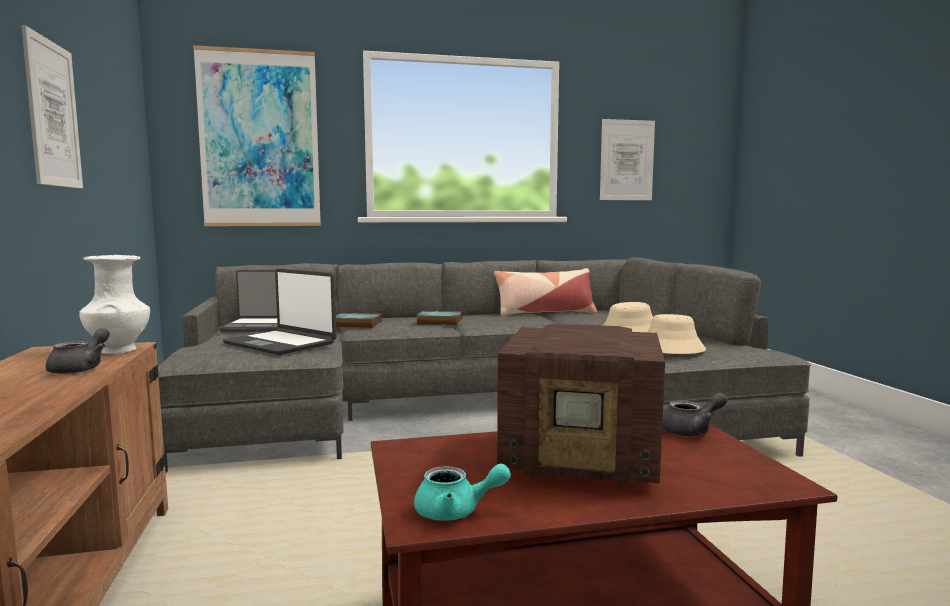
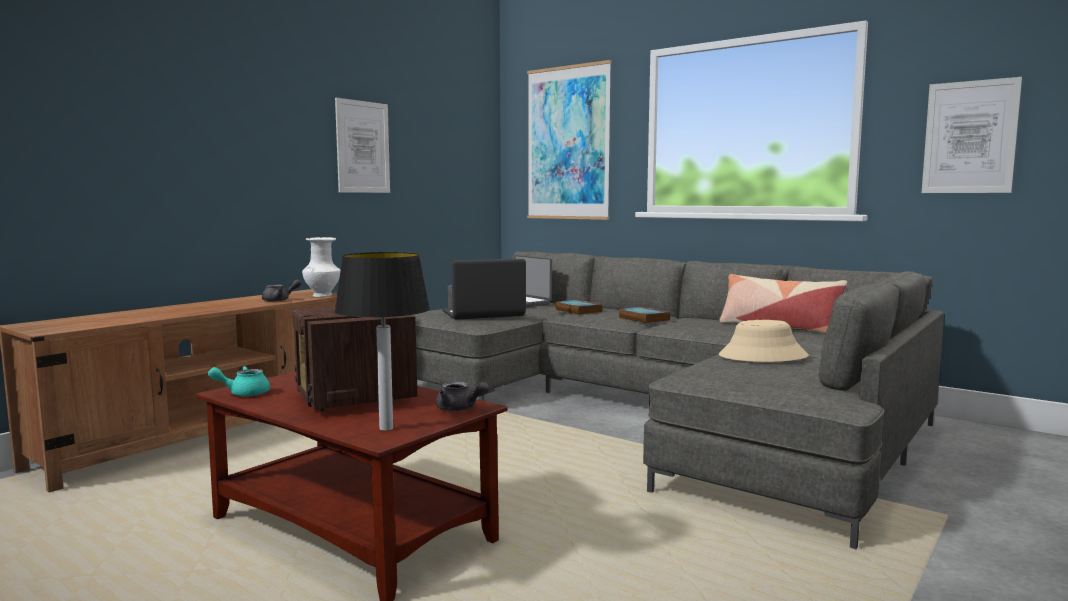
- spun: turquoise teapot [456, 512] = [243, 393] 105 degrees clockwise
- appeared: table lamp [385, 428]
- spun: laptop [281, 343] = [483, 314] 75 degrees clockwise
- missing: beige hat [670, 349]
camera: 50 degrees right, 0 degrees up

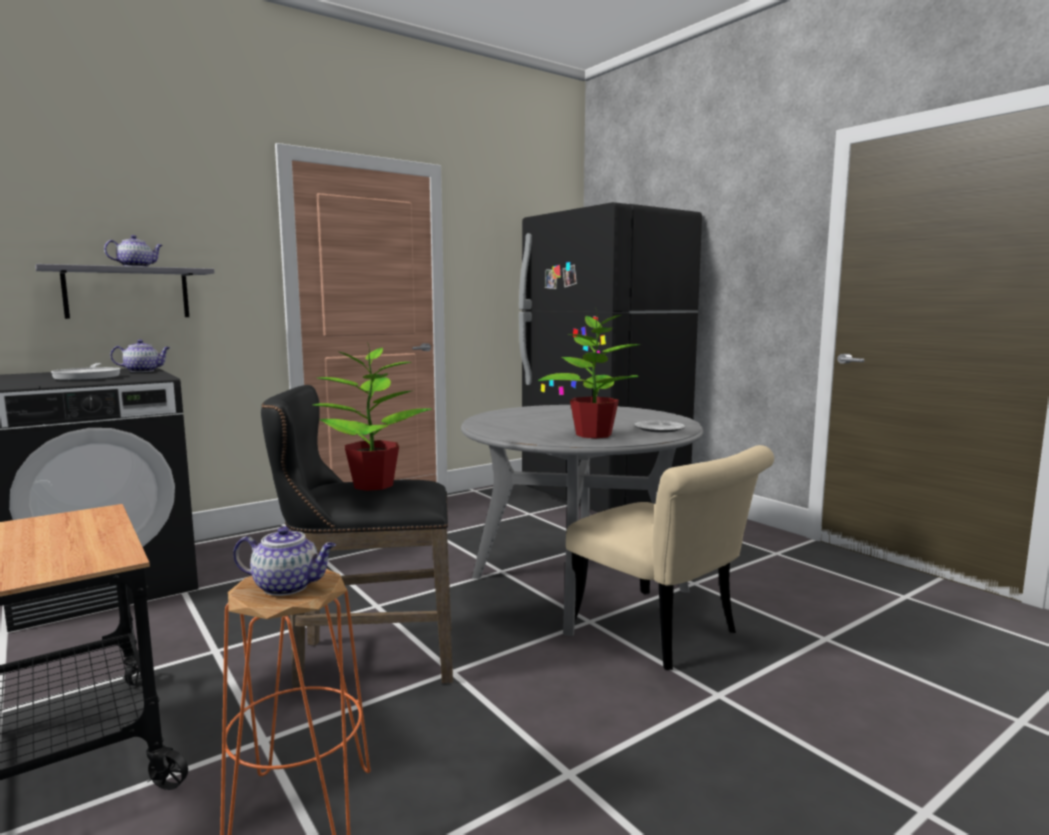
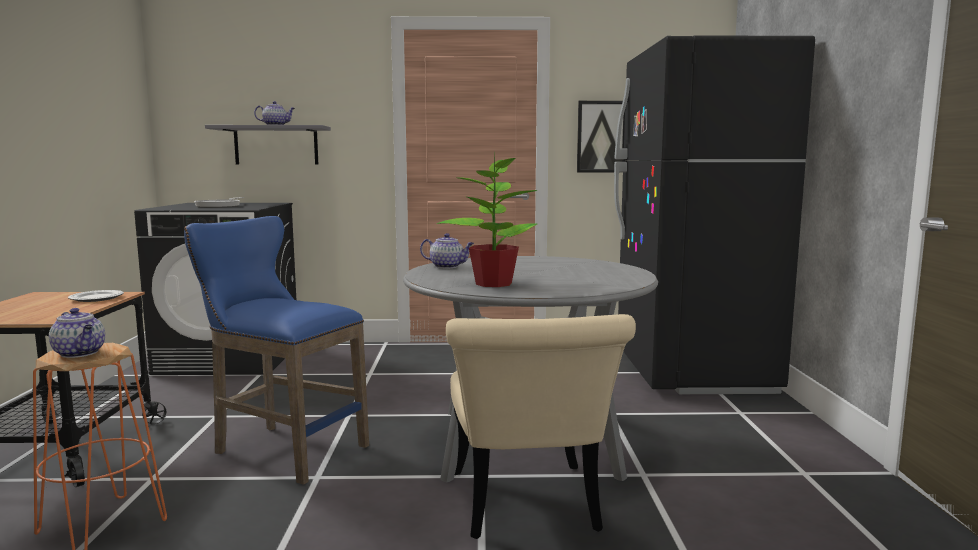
- relocated: plate [658, 429] to [96, 298]
- colour: black stool [367, 658] to blue stool [283, 449]
- relocated: teapot [143, 371] to [447, 266]
- appeared: picture [601, 137]
- missing: potted plant [372, 485]
camera: 35 degrees right, 0 degrees up

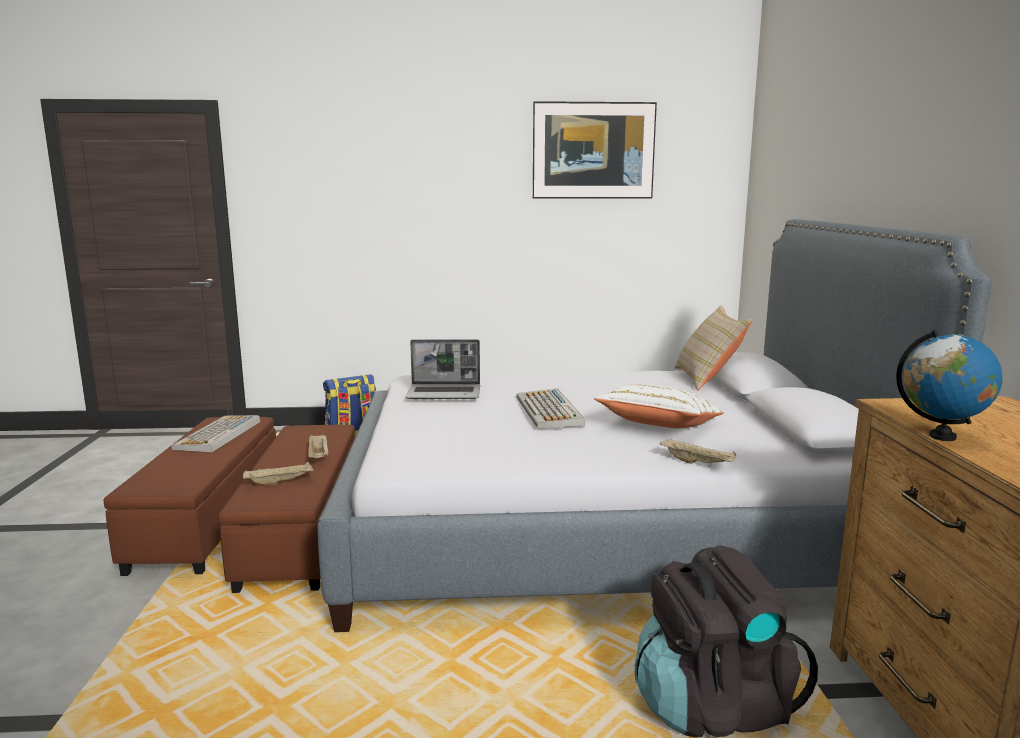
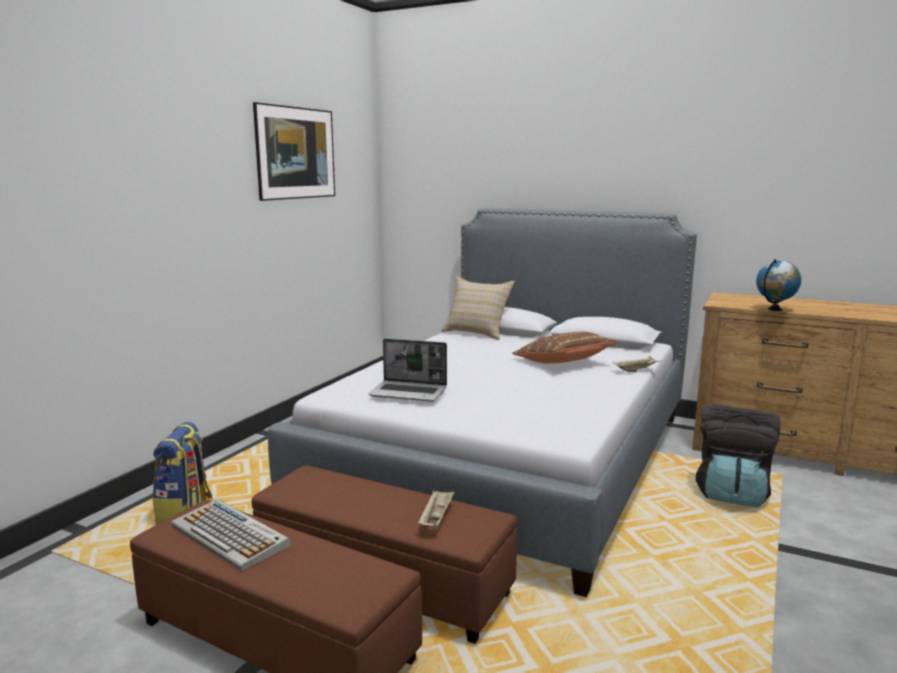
- spun: laptop [445, 393] = [409, 392] 75 degrees clockwise
- colour: white pillow [659, 427] to brown pillow [563, 363]
- missing: beige tray [319, 456]
- missing: keyboard [549, 411]
camera: 60 degrees left, 0 degrees up

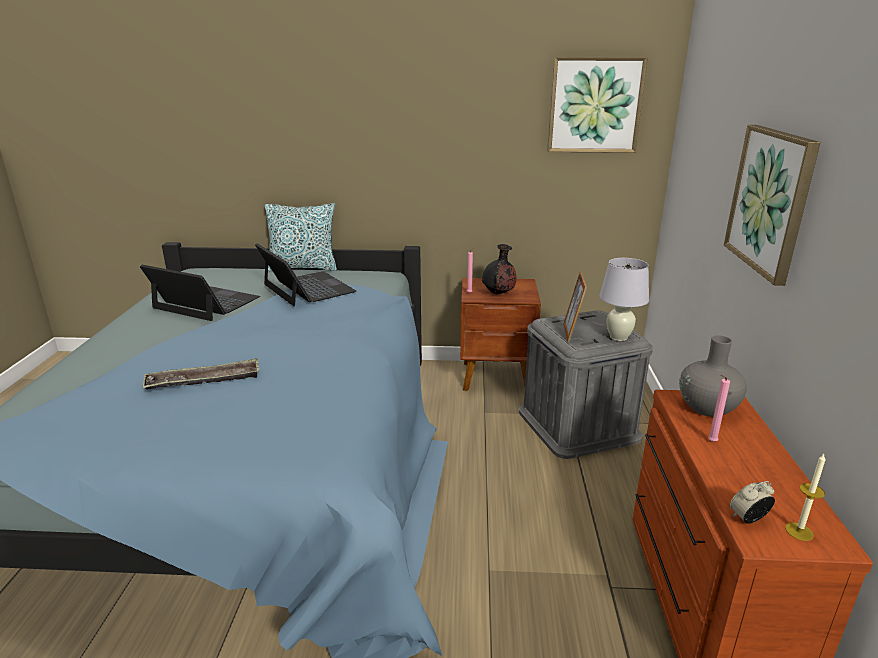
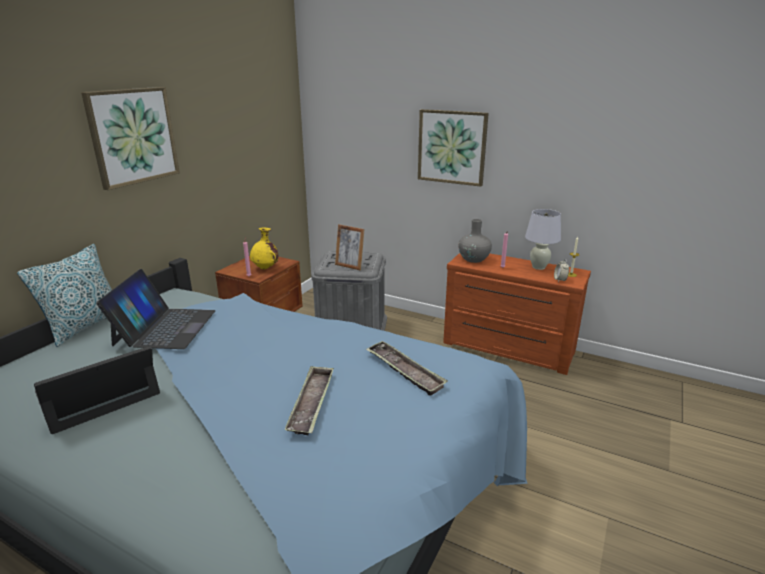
- relocated: picture [594, 105] to [133, 136]
- spun: laptop [307, 288] = [165, 327] 105 degrees clockwise
- colour: black vase [498, 294] to yellow vase [266, 268]
- appeared: tray [404, 371]
- relocated: white table lamp [618, 337] to [538, 267]
camera: 65 degrees left, 0 degrees up

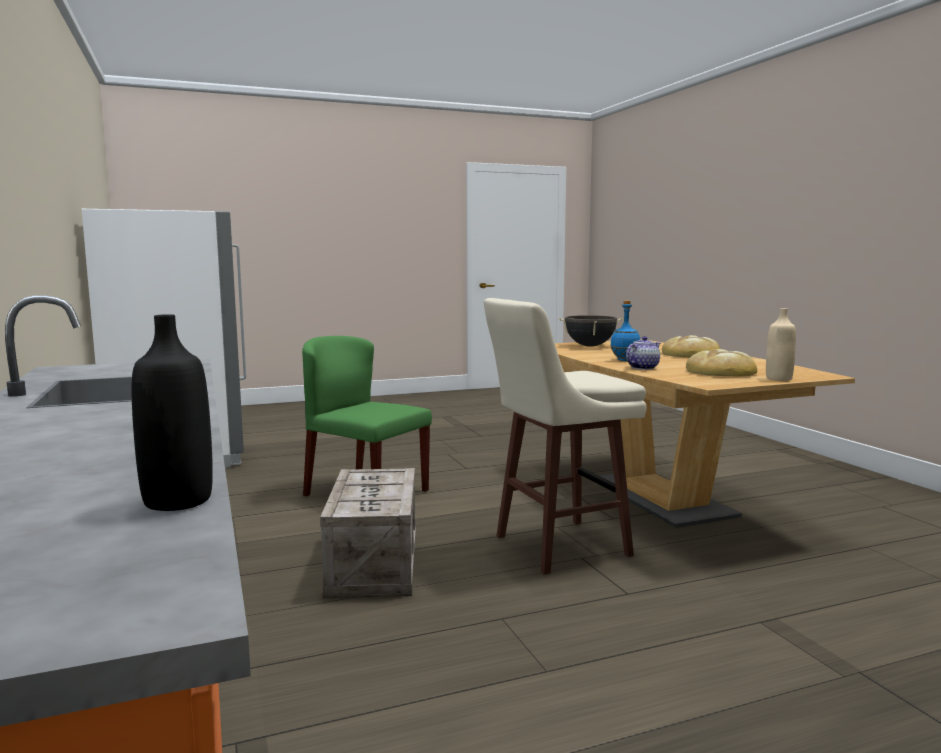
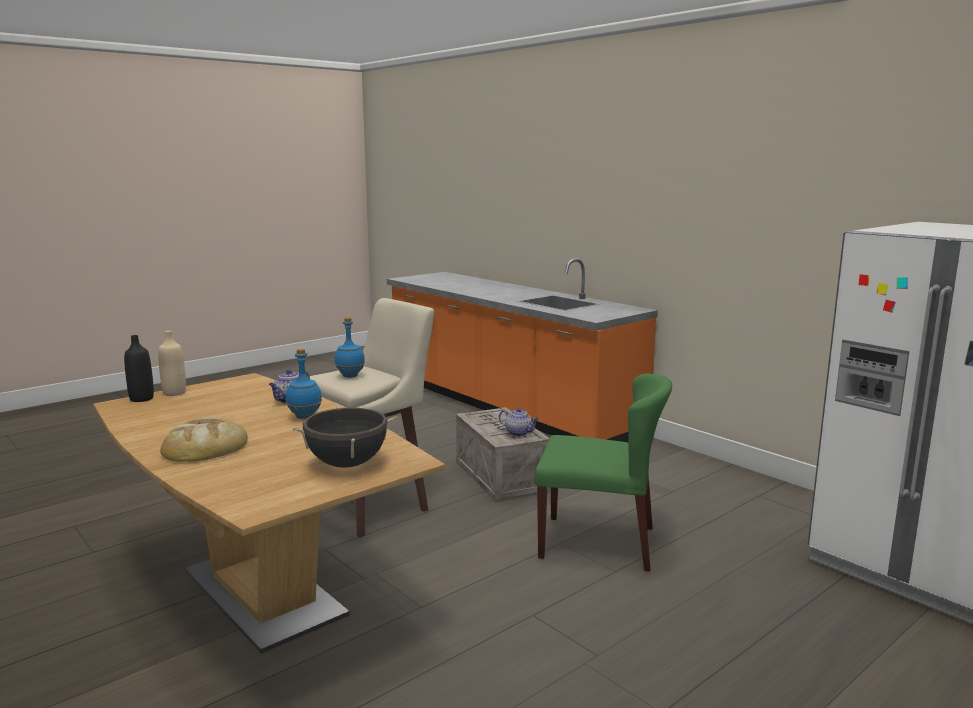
- relocated: black bottle [178, 501] to [141, 399]
- appeared: blue bottle [350, 376]
- appeared: teapot [519, 433]
- missing: bread [721, 371]
camera: 160 degrees right, 5 degrees up

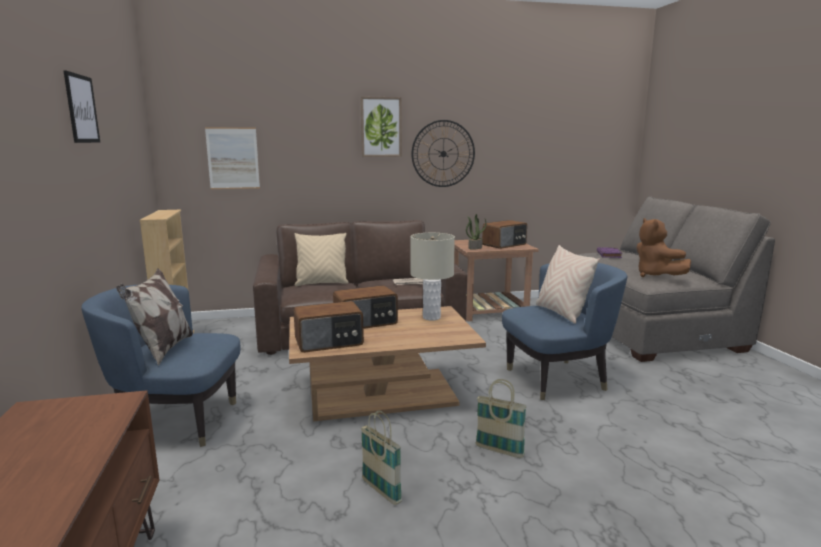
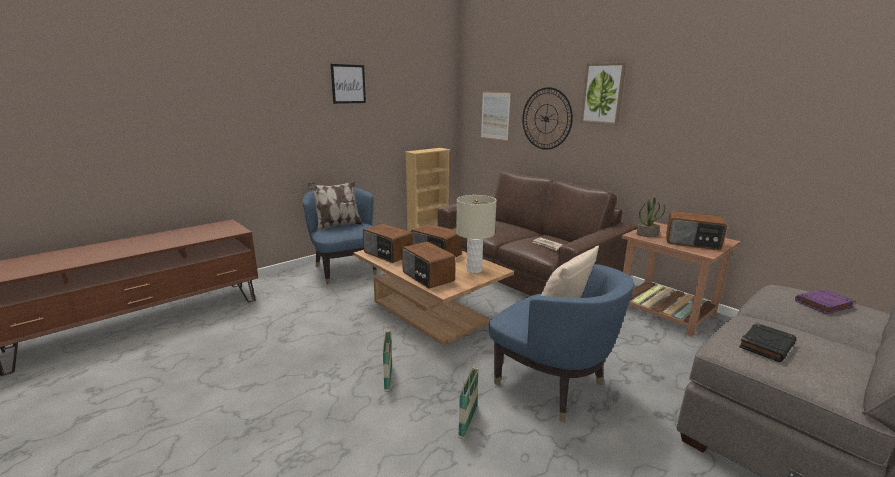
- appeared: radio [427, 277]
- relocated: basket [381, 491] to [468, 423]
- relocated: wall clock [443, 153] to [546, 119]
- exchanged: brown plush toy [655, 275] to black book [766, 345]
- missing: beige pillow [321, 283]
camera: 60 degrees right, 5 degrees up

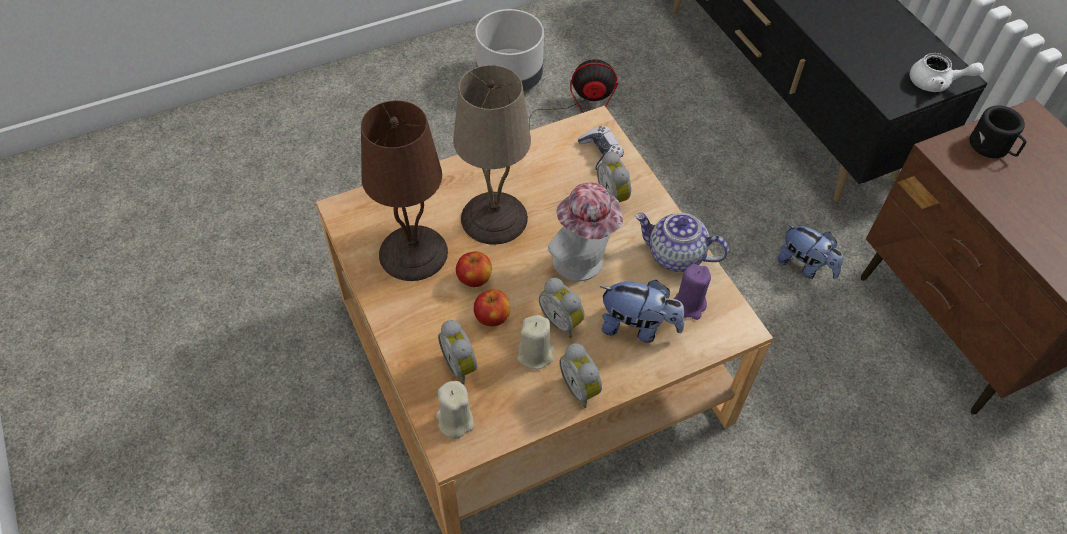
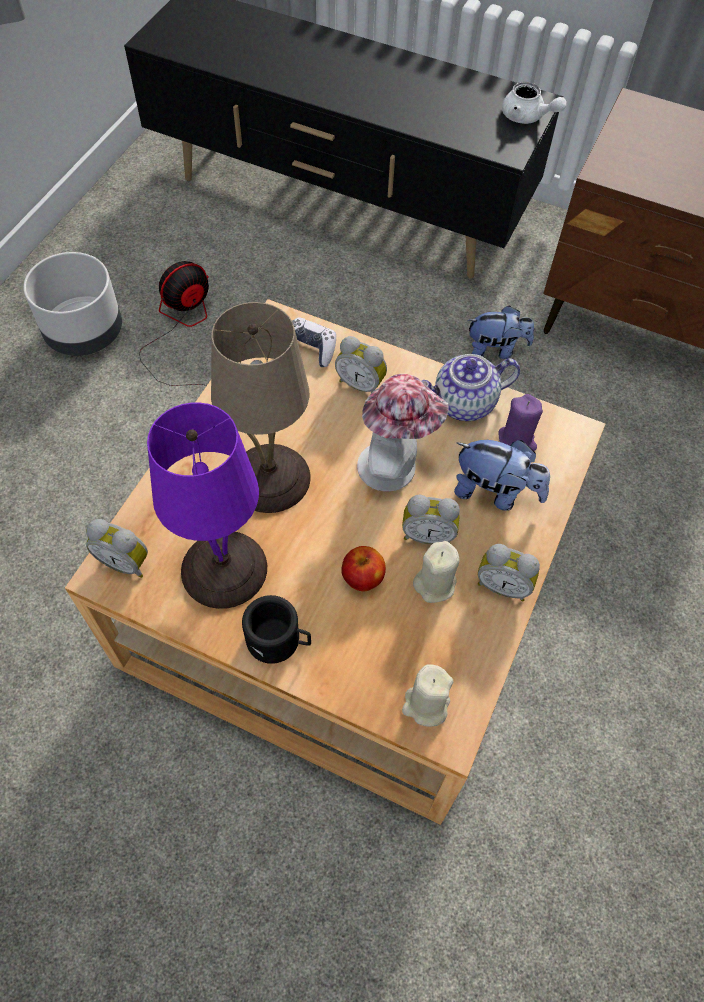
- relocated: alarm clock [461, 365] to [126, 561]
- colour: brown table lamp [415, 252] to purple table lamp [225, 567]
- relocated: black mug [992, 147] to [279, 640]
- spun: plush toy [638, 327] = [495, 492] 45 degrees clockwise
- spun: white teapot [936, 83] = [527, 117] 60 degrees clockwise
- missing: apple [474, 279]
camera: 40 degrees left, 5 degrees up

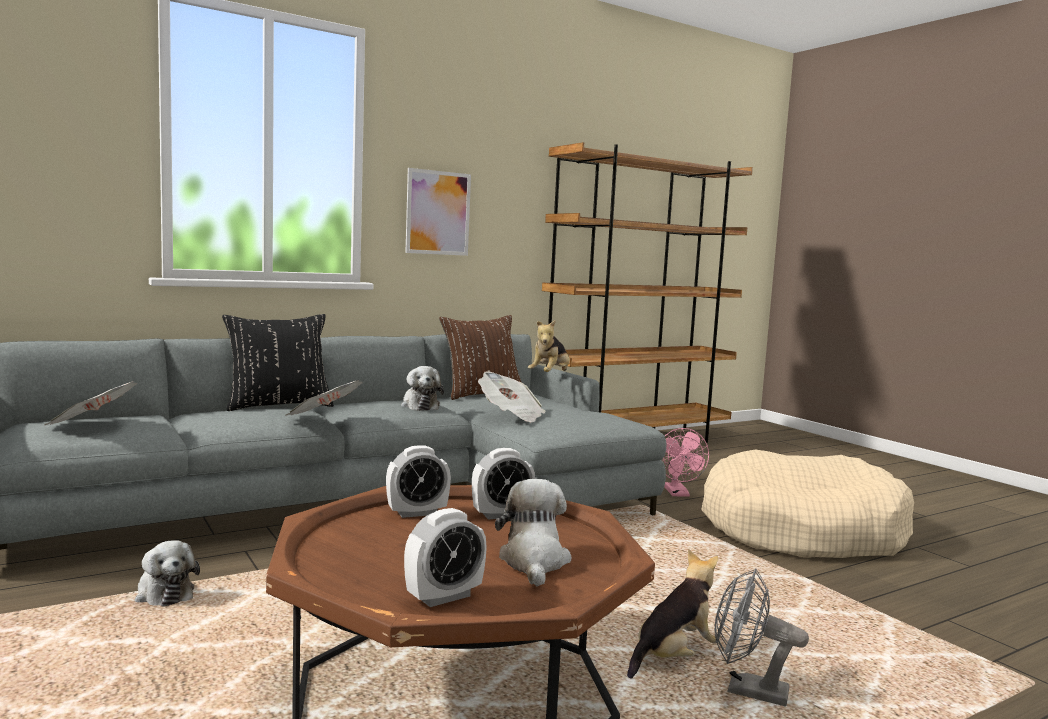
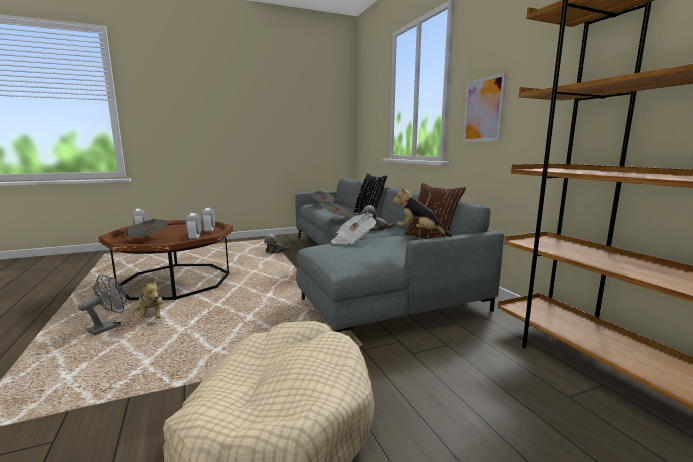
- exchanged: plush toy [534, 562] to newspaper [147, 239]
- missing: pink fan [678, 493]
camera: 100 degrees right, 5 degrees up

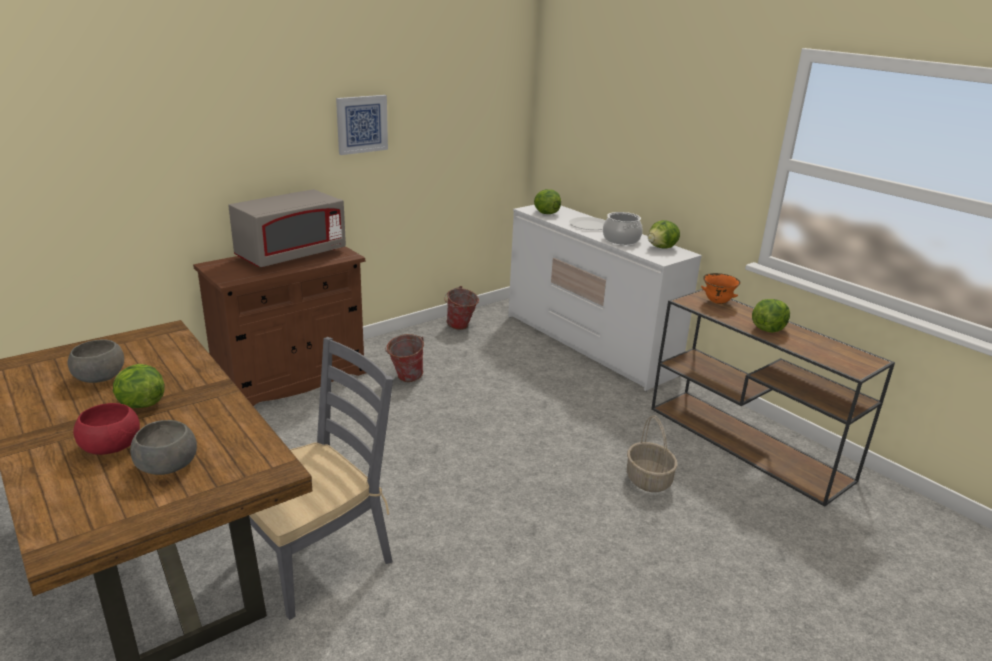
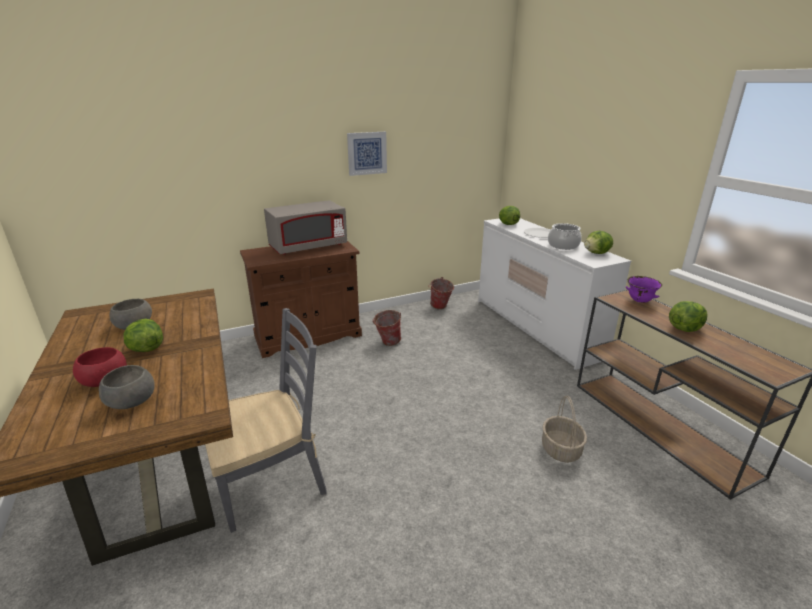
- colour: orange bowl [717, 302] to purple bowl [639, 301]
camera: 15 degrees right, 0 degrees up

